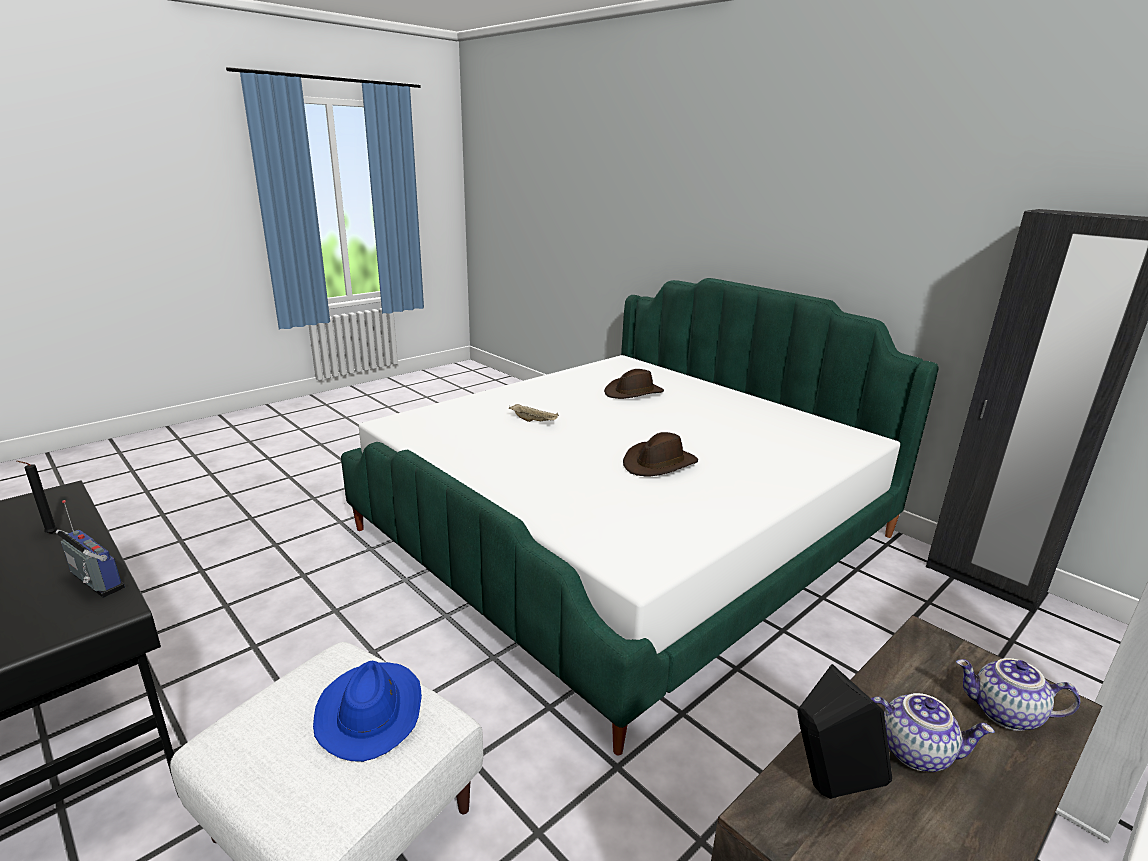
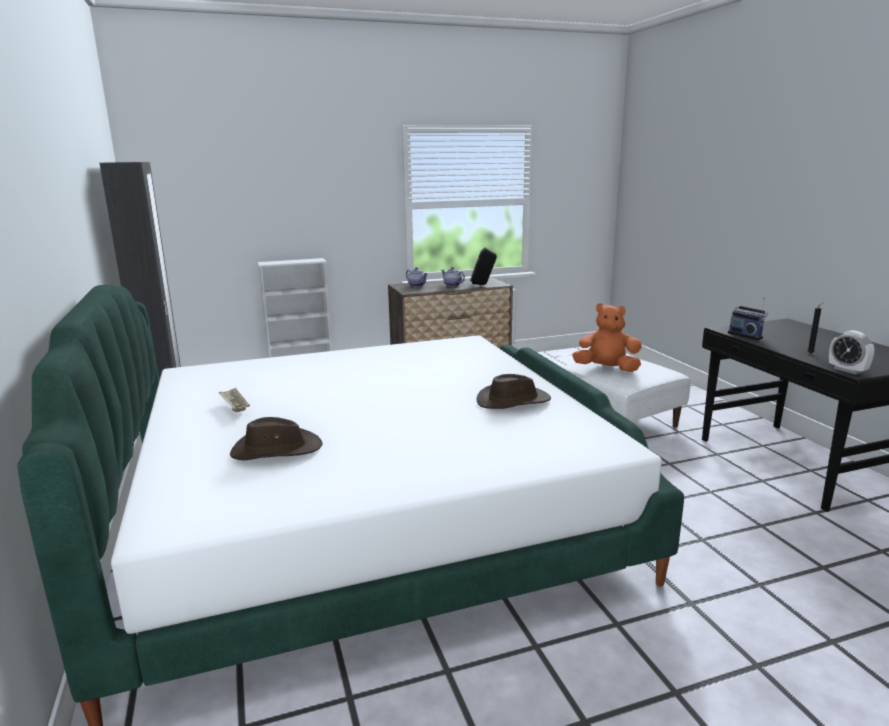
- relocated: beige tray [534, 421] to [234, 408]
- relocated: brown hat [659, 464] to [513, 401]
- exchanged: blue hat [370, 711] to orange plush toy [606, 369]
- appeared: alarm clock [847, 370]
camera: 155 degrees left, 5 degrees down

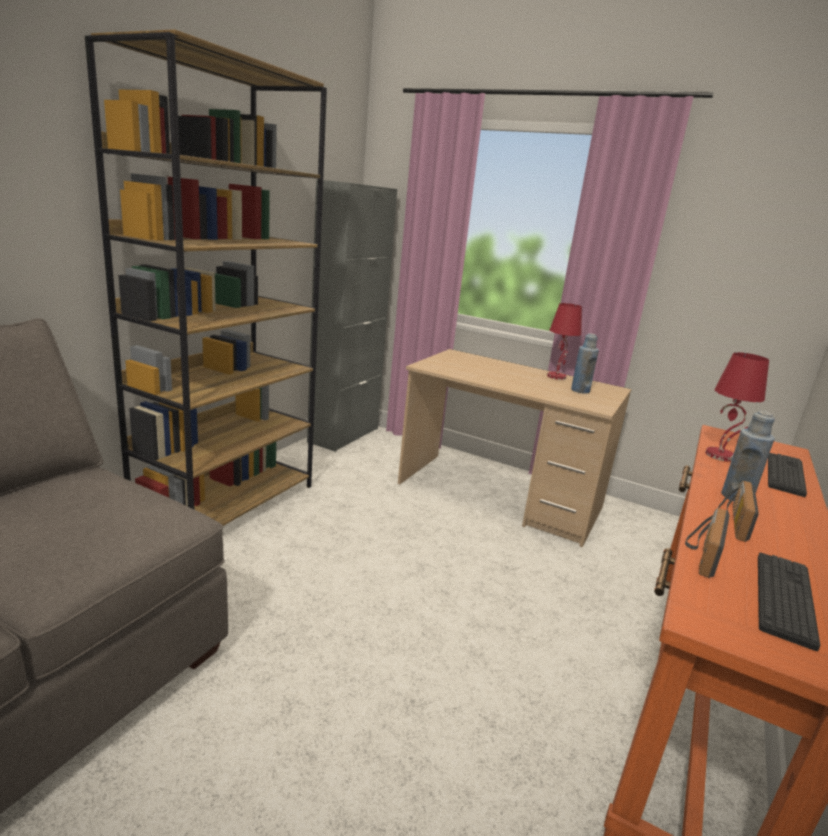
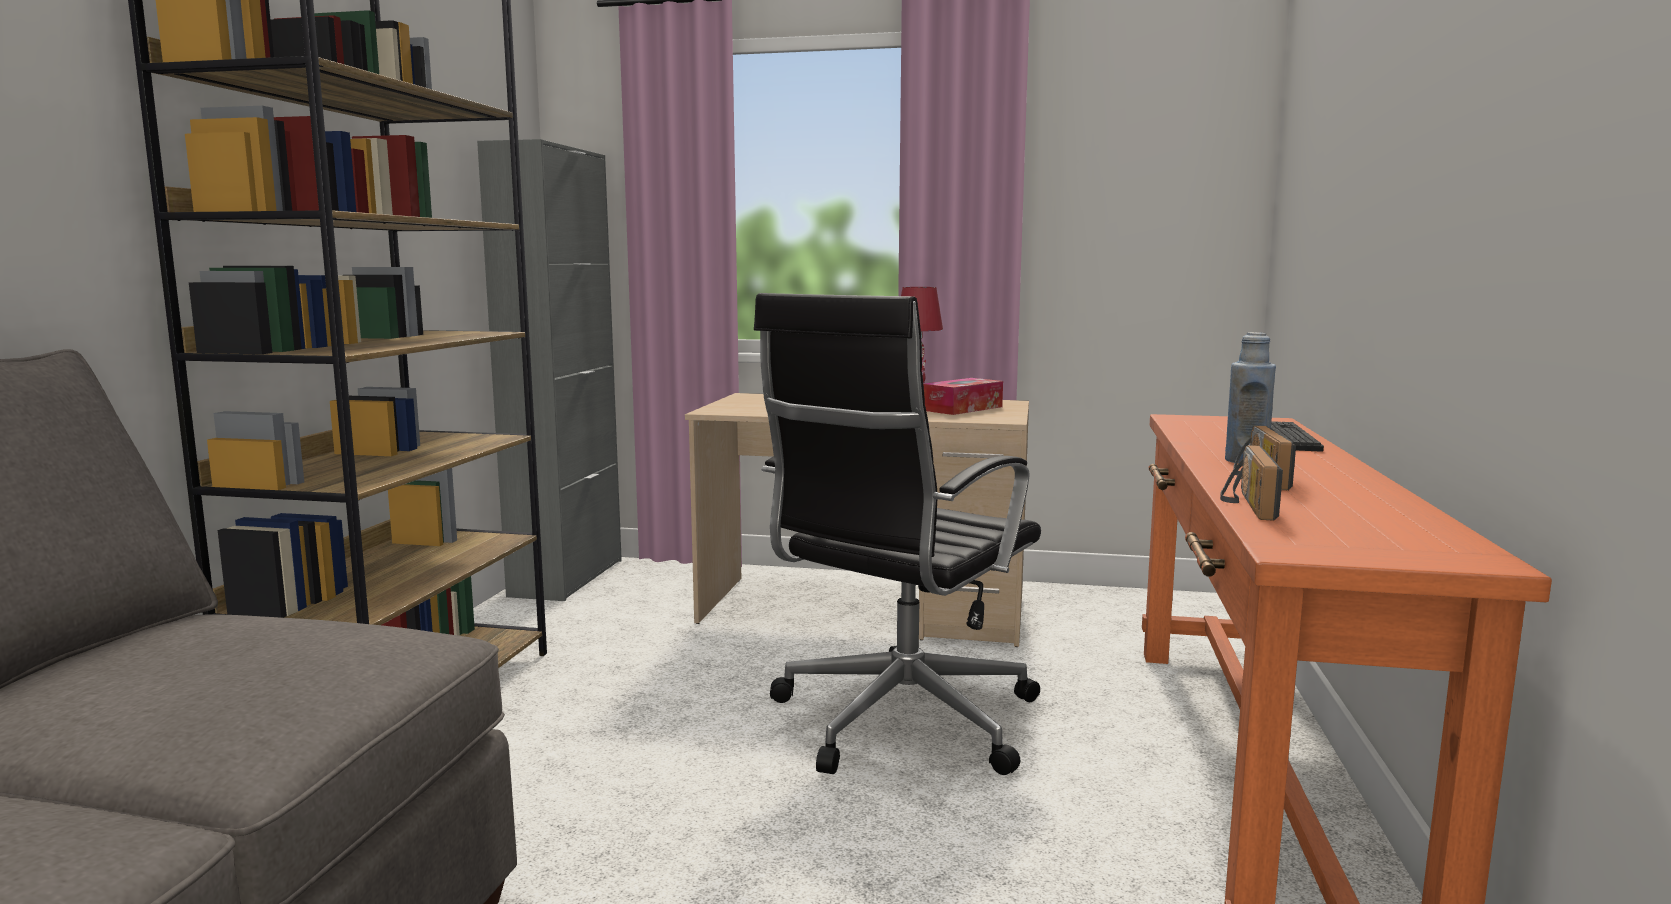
- appeared: black office chair [899, 721]
- exchanged: blue bottle [580, 390] to tissue box [962, 408]
- missing: red table lamp [720, 455]
- missing: keyboard [784, 598]
camera: 15 degrees left, 10 degrees down

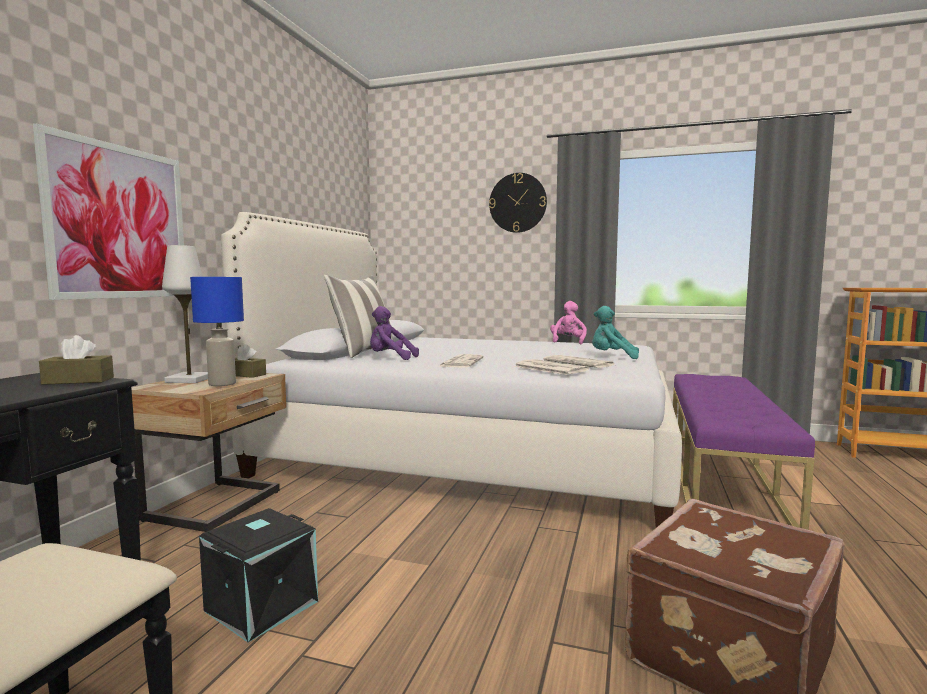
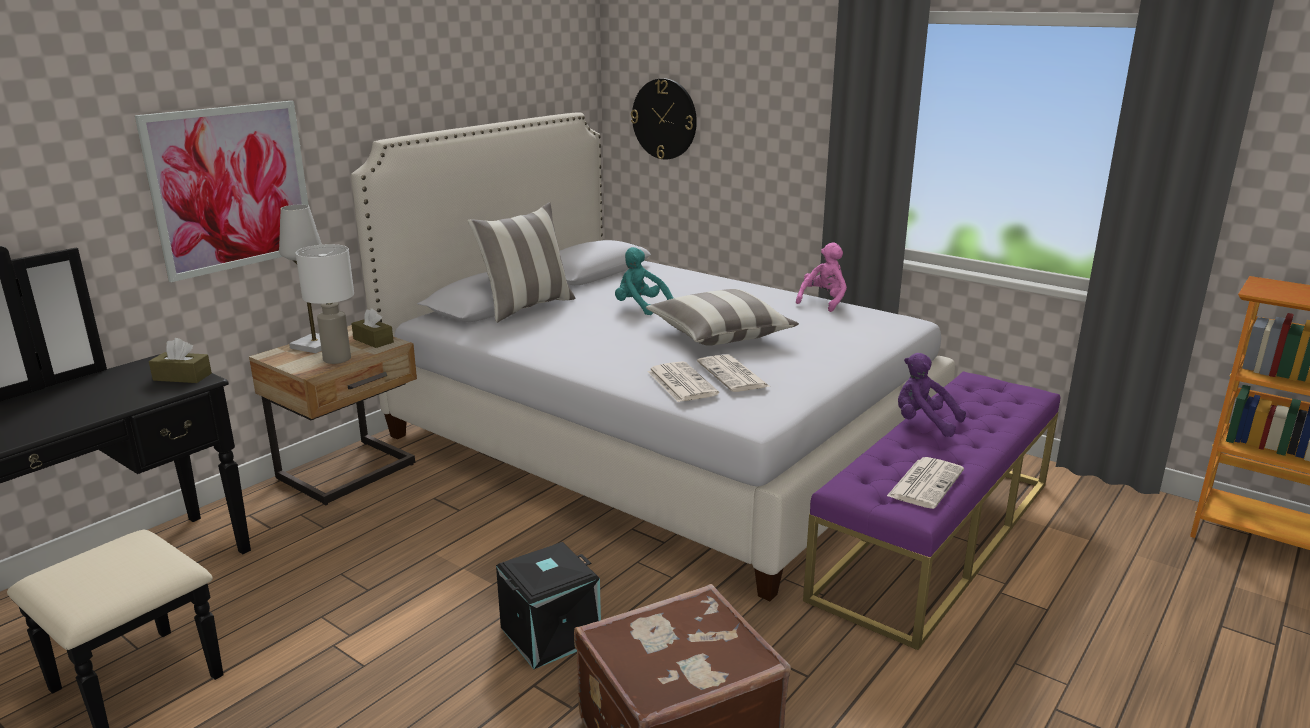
- colour: blue table lamp [221, 384] to white table lamp [336, 359]
- relocated: black storage box [261, 605] to [550, 633]
- relocated: turquoise plush toy [612, 357] to [640, 307]
- relocated: wall clock [517, 203] to [664, 119]
- appeared: pillow [719, 335]
- relocated: newspaper [461, 362] to [925, 483]
- relocated: purple plush toy [390, 358] to [923, 423]
camera: 20 degrees right, 15 degrees up

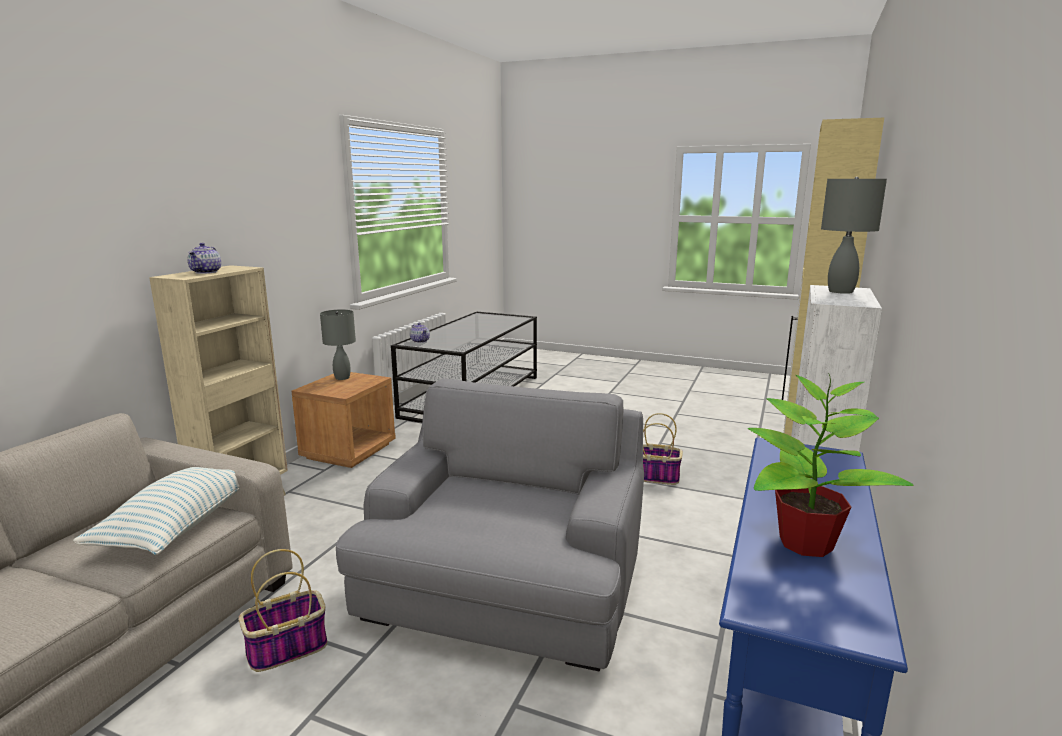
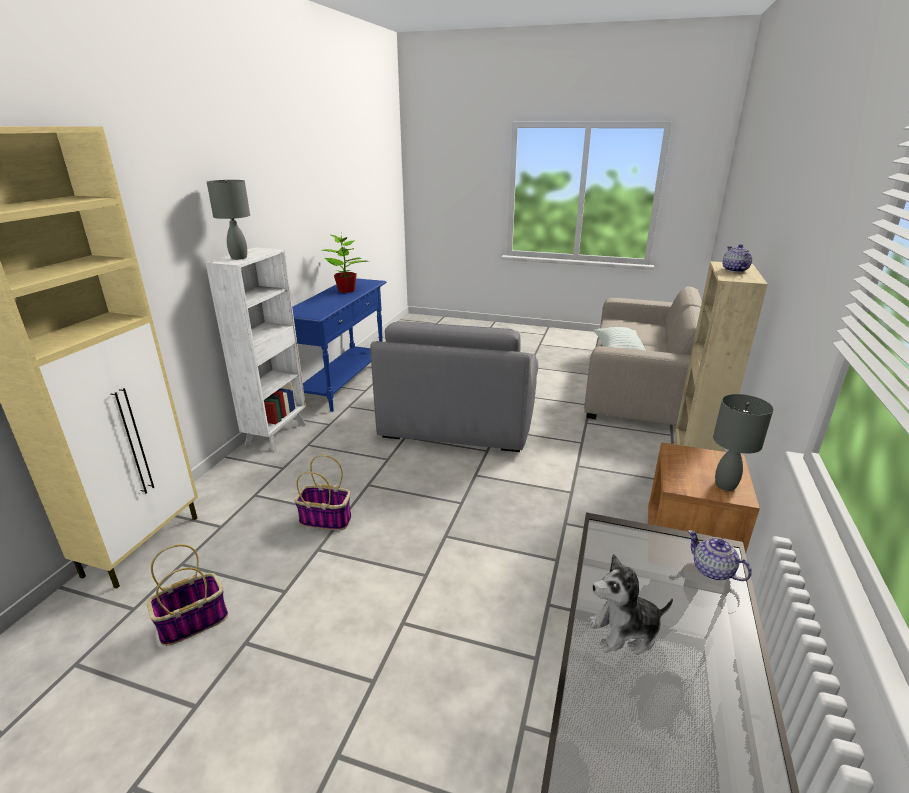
- relocated: basket [286, 649] to [194, 621]
- appeared: plush toy [624, 632]
camera: 175 degrees right, 10 degrees up

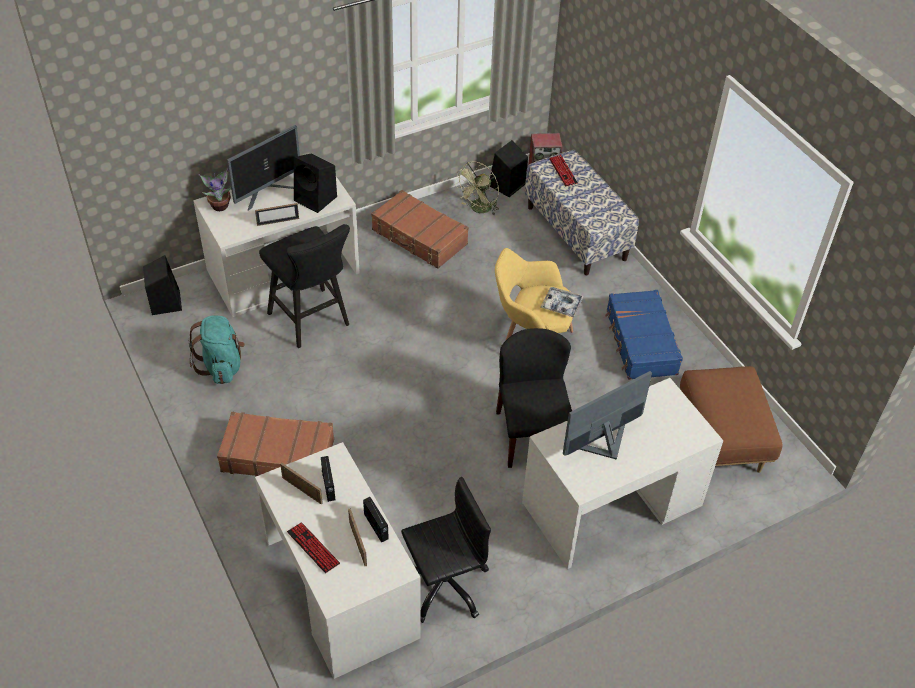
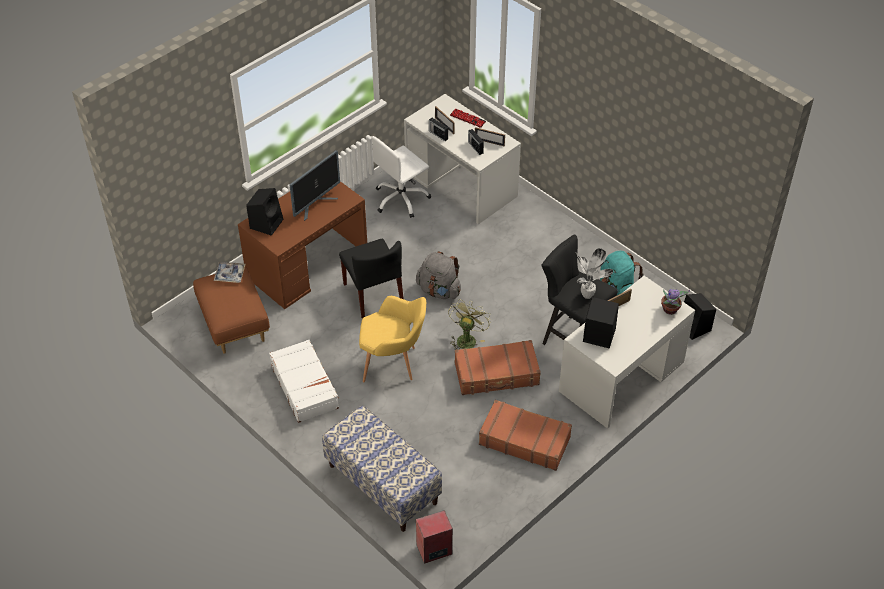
- relocated: tray [561, 305] to [230, 274]
- colour: white desk [612, 504] to brown desk [307, 264]
- relocated: black speaker [506, 185] to [266, 223]
- colour: blue suitcase [640, 342] to white suitcase [305, 386]
- colour: black office chair [444, 584] to white office chair [401, 199]
- appeared: grey backpack [439, 290]
- relocated: green fan [479, 209] to [467, 338]
- relocated: brown suitcase [278, 455] to [497, 374]
- appeared: potted plant [588, 295]
- missing: monitor [267, 192]
- missing: keyboard [563, 171]
camera: 165 degrees right, 0 degrees up

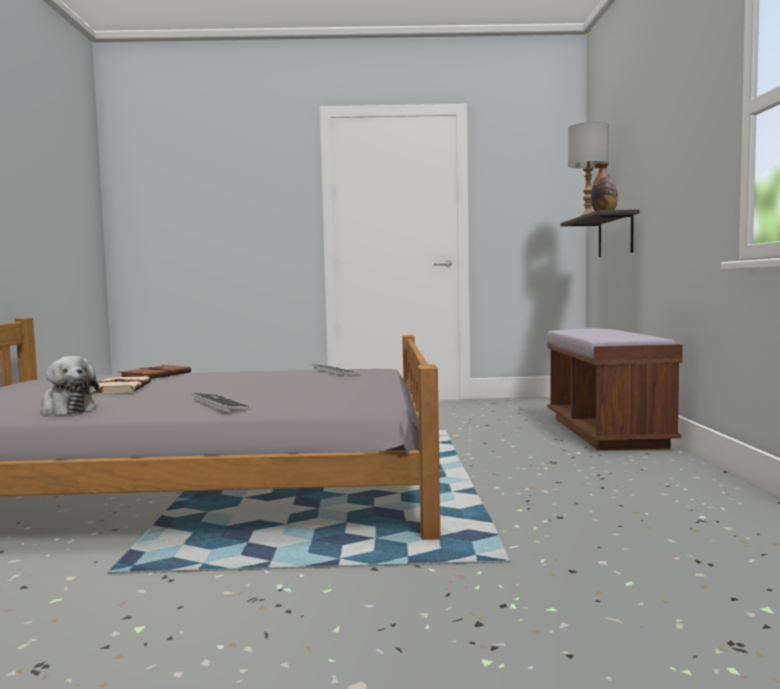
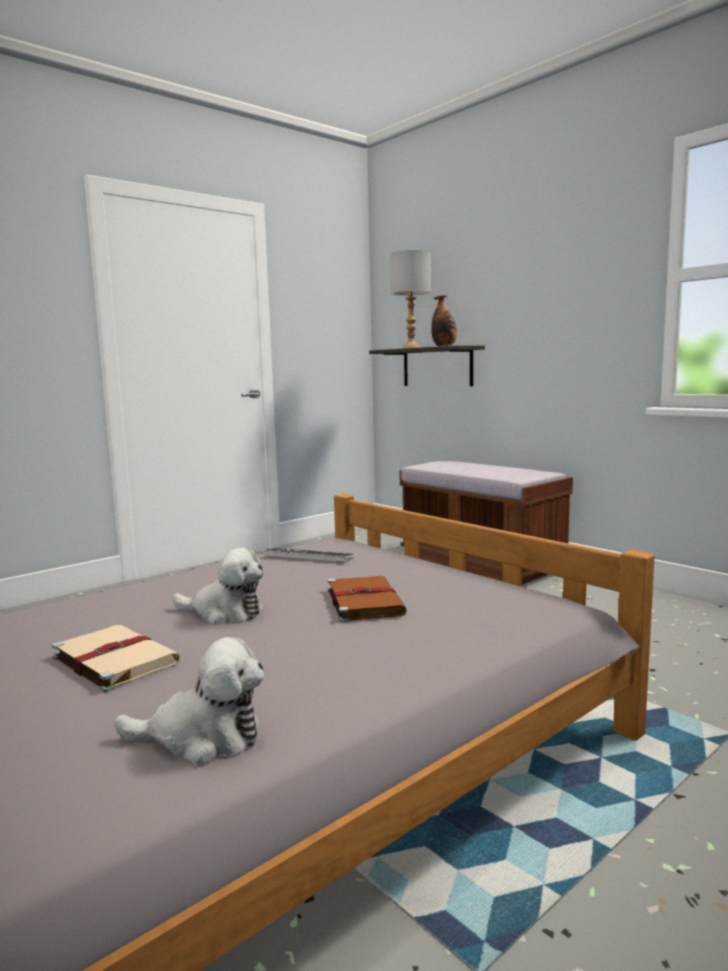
- appeared: plush toy [224, 612]
- relocated: brown book [156, 375] to [364, 601]
- missing: keyboard [220, 404]
camera: 40 degrees left, 5 degrees up

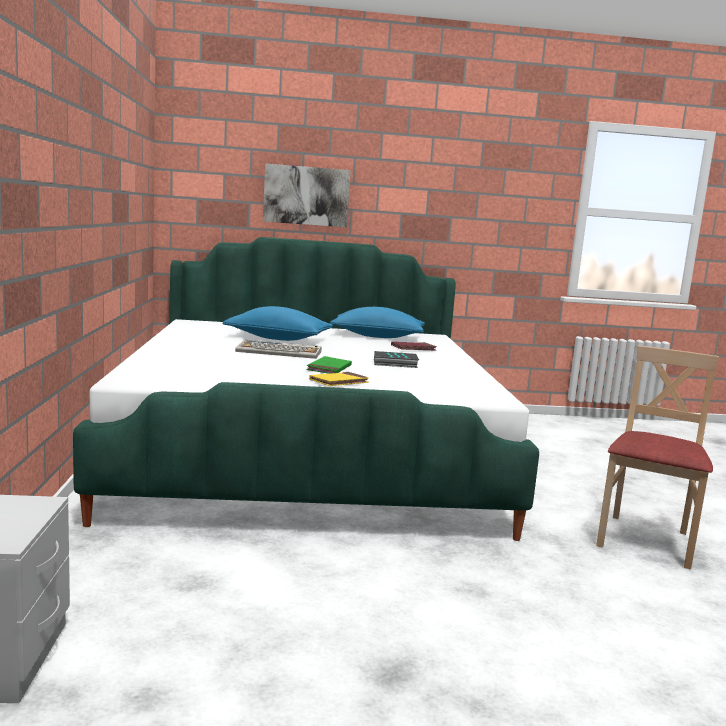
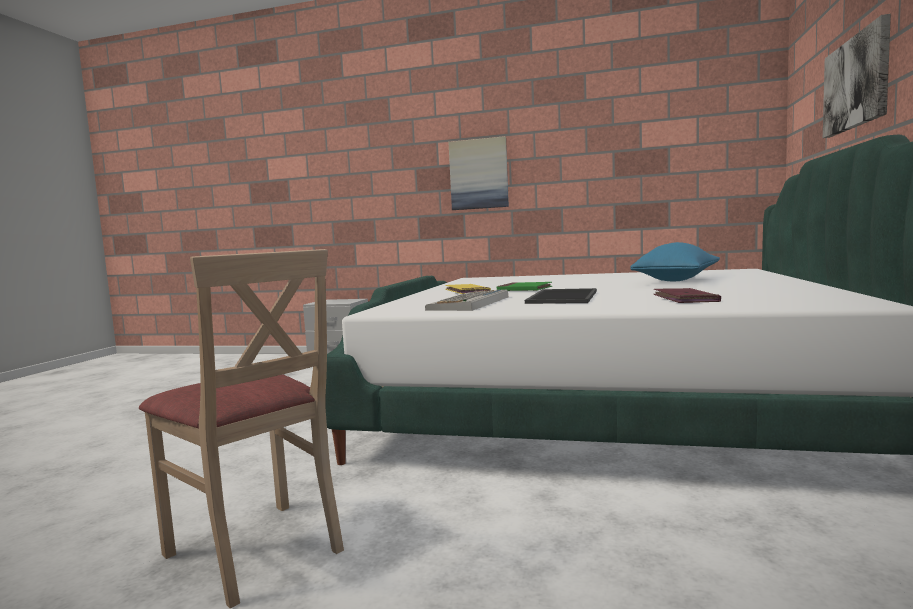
- relocated: keyboard [280, 351] to [470, 303]
- appeared: picture [479, 174]
- exchanged: book [394, 363] to tray [561, 297]
- missing: blue pillow [377, 336]
camera: 110 degrees right, 5 degrees down

